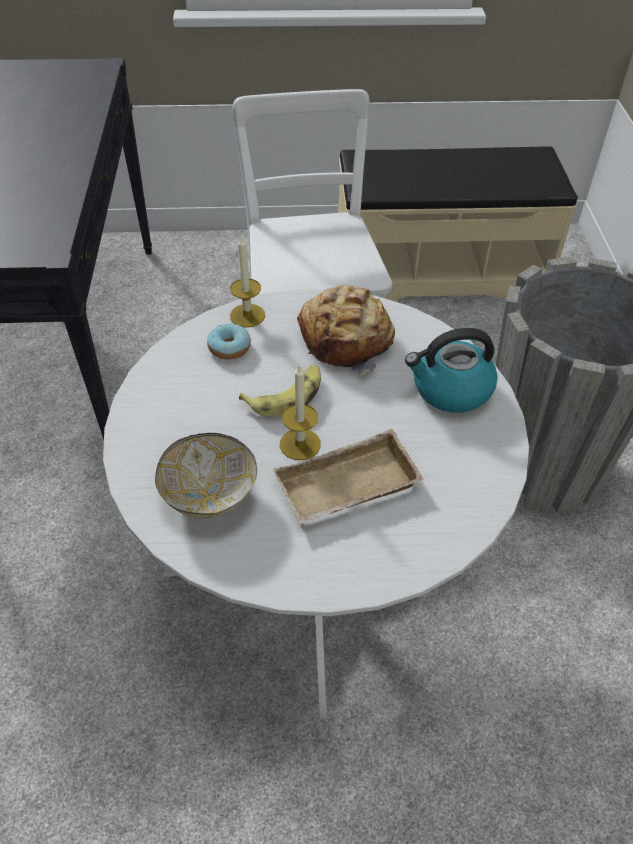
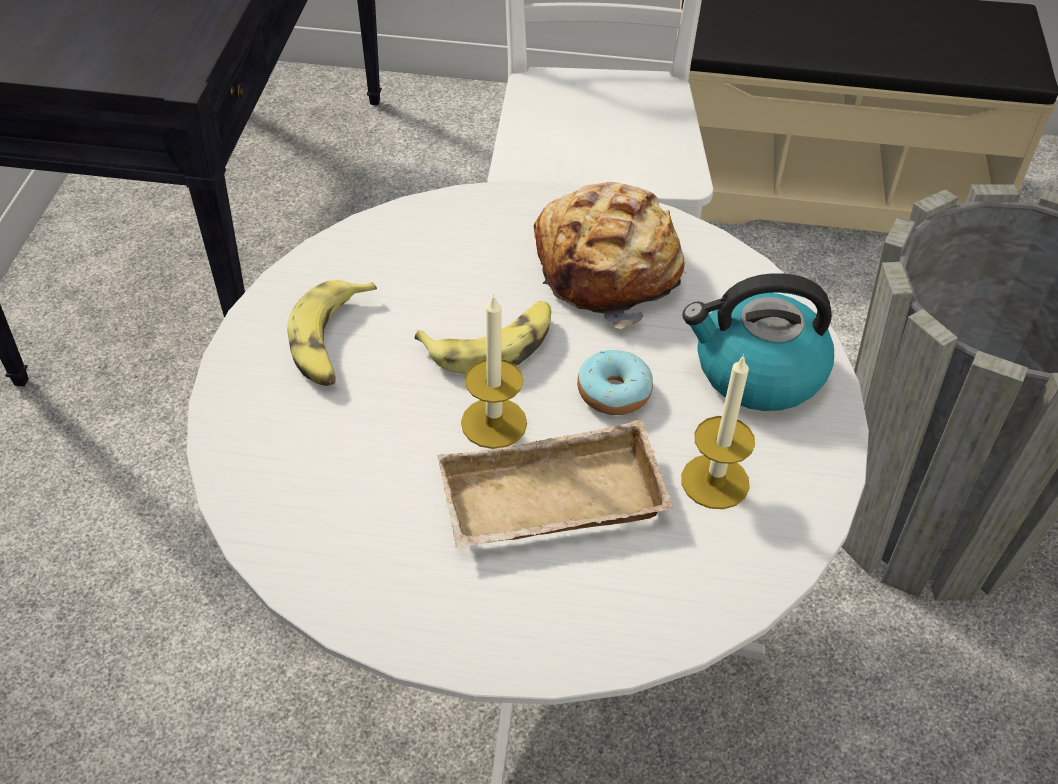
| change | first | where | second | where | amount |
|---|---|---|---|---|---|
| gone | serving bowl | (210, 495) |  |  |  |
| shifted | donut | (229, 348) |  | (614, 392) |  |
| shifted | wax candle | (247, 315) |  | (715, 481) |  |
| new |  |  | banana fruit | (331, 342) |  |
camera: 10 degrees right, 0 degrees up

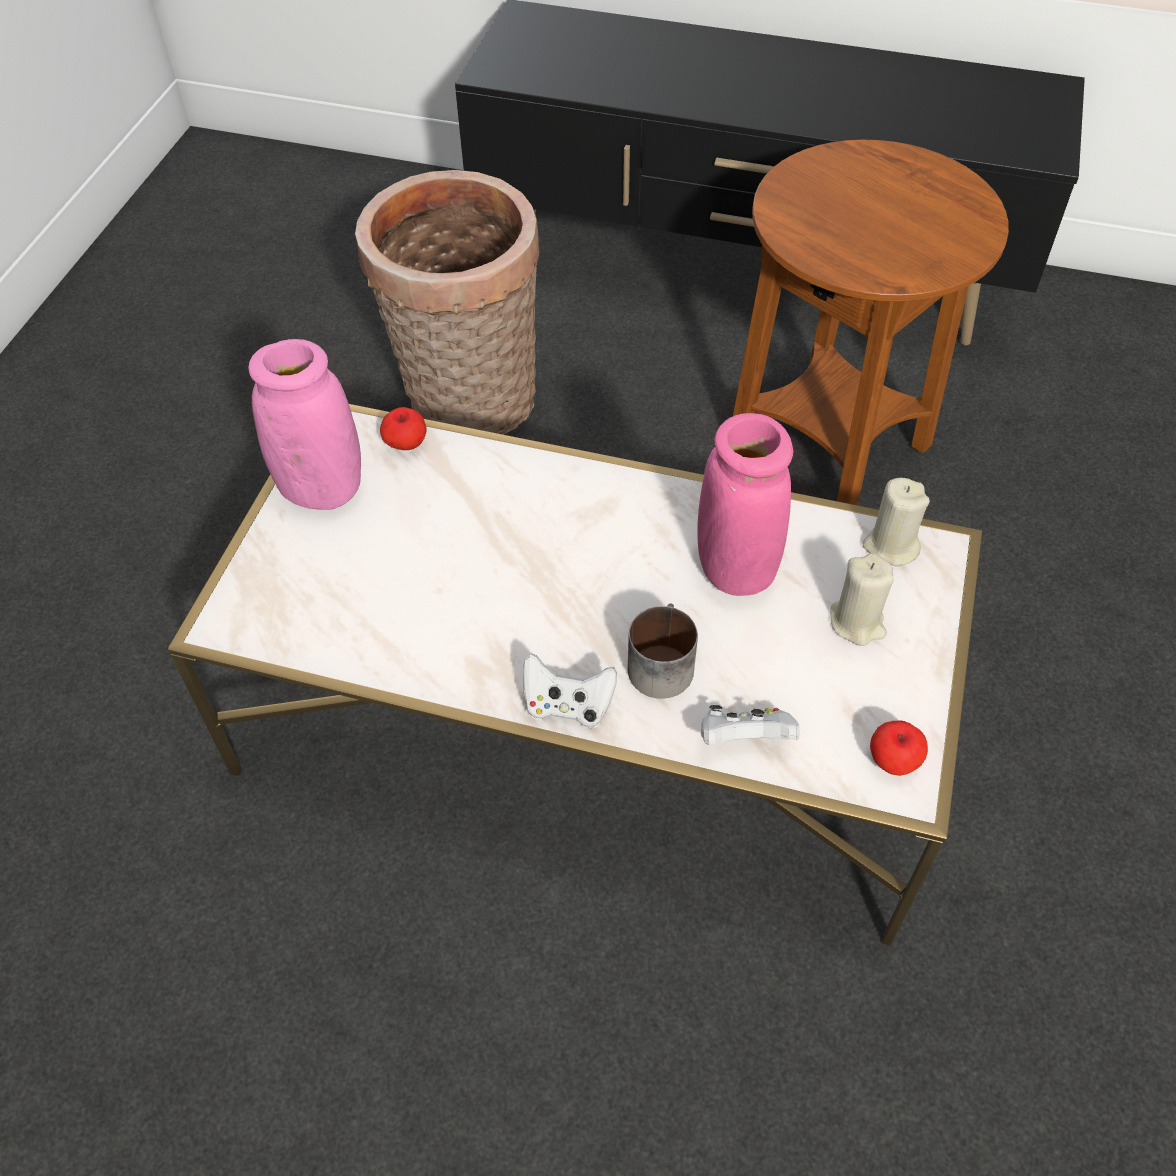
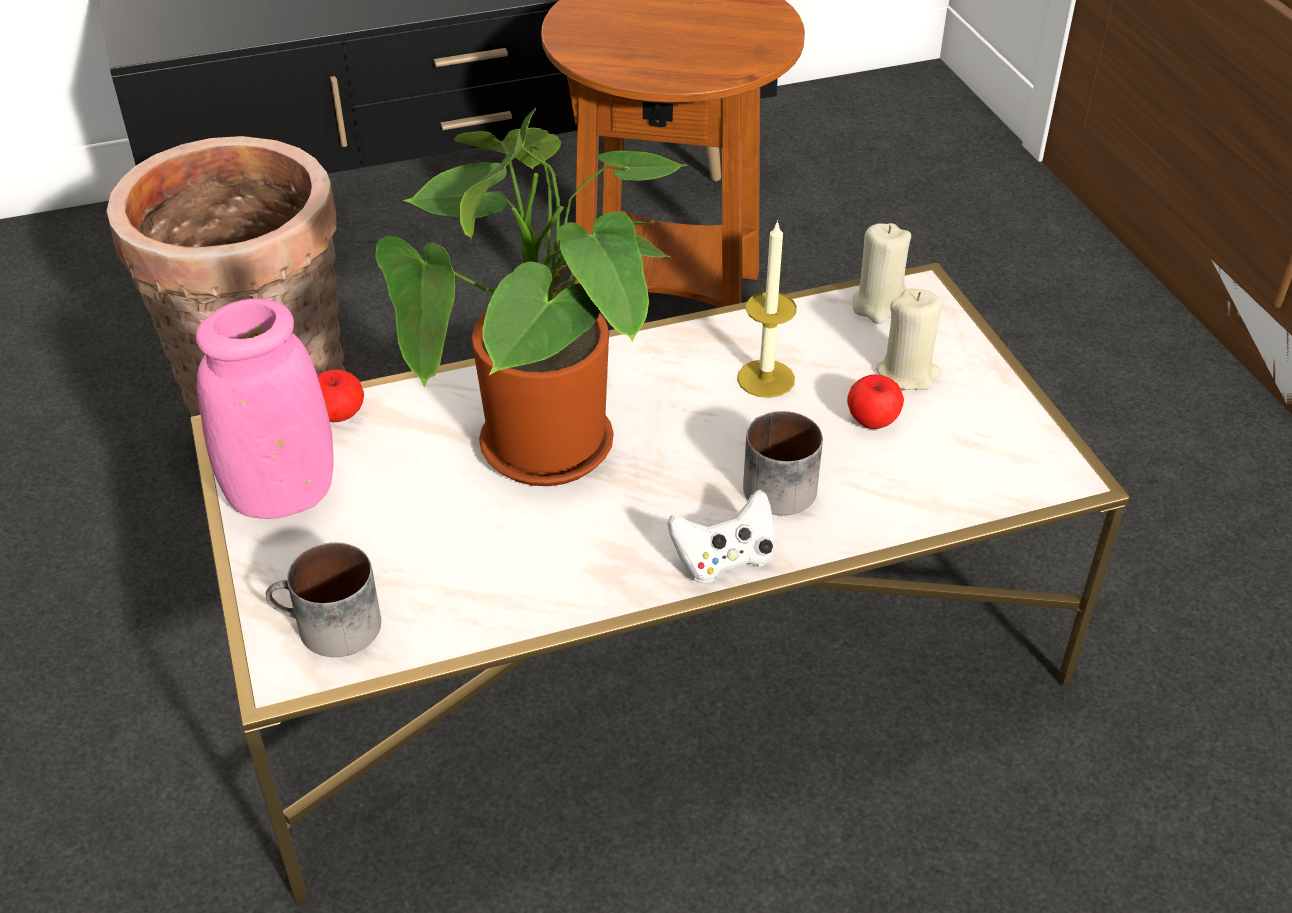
| change | first | where | second | where | amount |
|---|---|---|---|---|---|
| swapped | pink-coloured decorative vase | (736, 568) | wax candle | (766, 378) |  |
| gone | white-coloured joypad | (744, 740) |  |  |  |
| shifted | apple | (893, 760) |  | (873, 421) |  |
| new |  |  | tea mug | (328, 629) |  |
| new |  |  | houseplant | (554, 457) |  |
camera: 35 degrees left, 10 degrees down

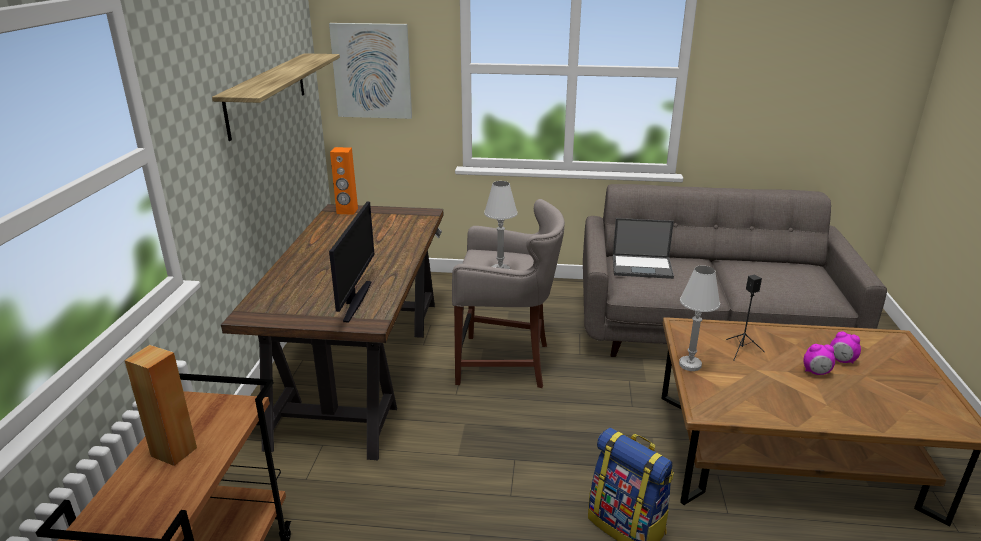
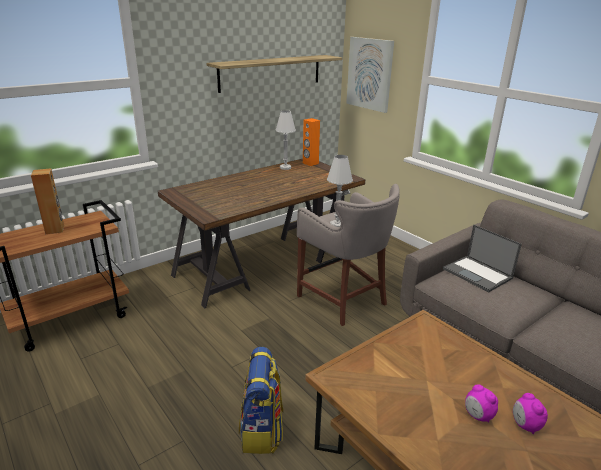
| change | first | where | second | where | amount |
|---|---|---|---|---|---|
| gone | computer display | (355, 301) |  |  |  |
| shifted | white-coloured tabletop lamp | (690, 365) |  | (285, 167) |  |
| gone | black loudspeaker | (741, 350) |  |  |  |
camera: 45 degrees right, 0 degrees up

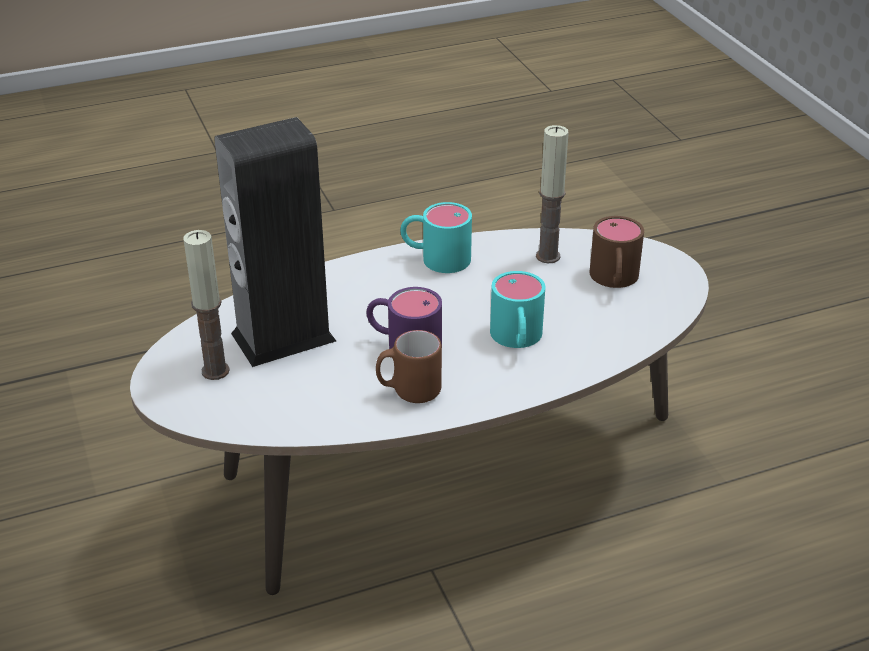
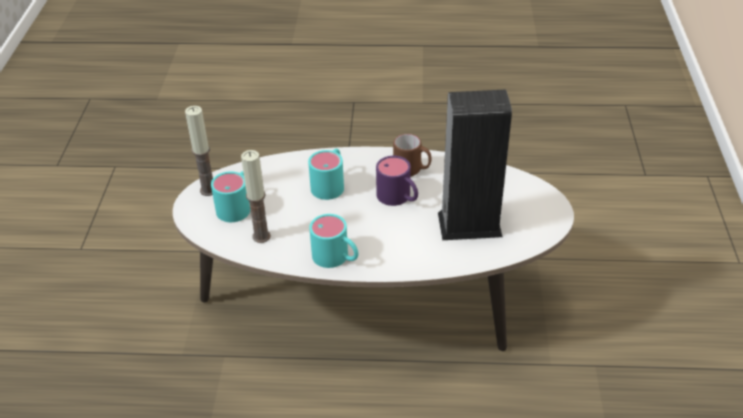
| change | first | where | second | where | amount |
|---|---|---|---|---|---|
| shifted | wax candle | (215, 371) |  | (208, 190) |  |
| repainted | brown tea mug | (614, 280) | turquoise-coloured tea mug | (238, 205) |  |
camera: 155 degrees left, 5 degrees up

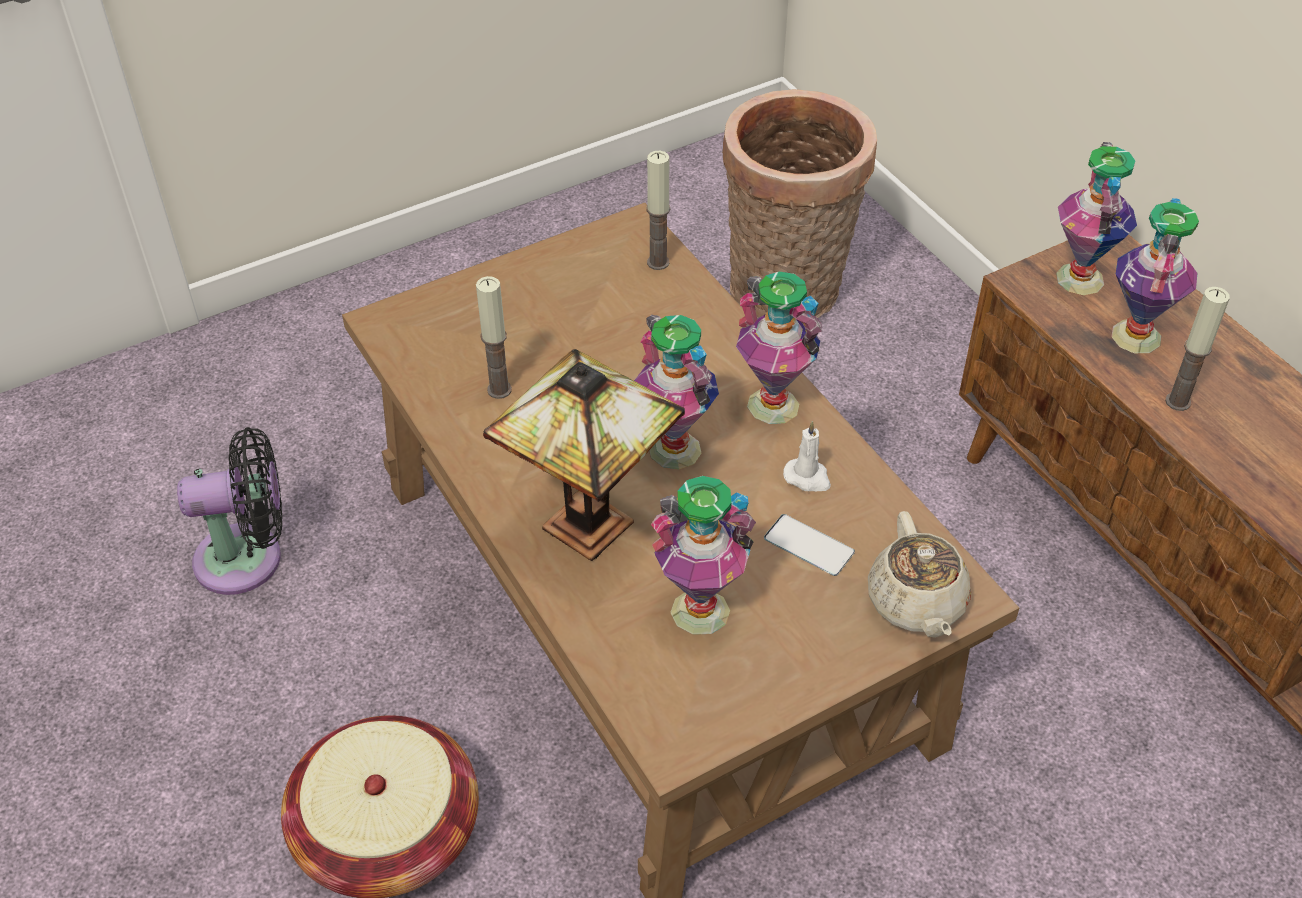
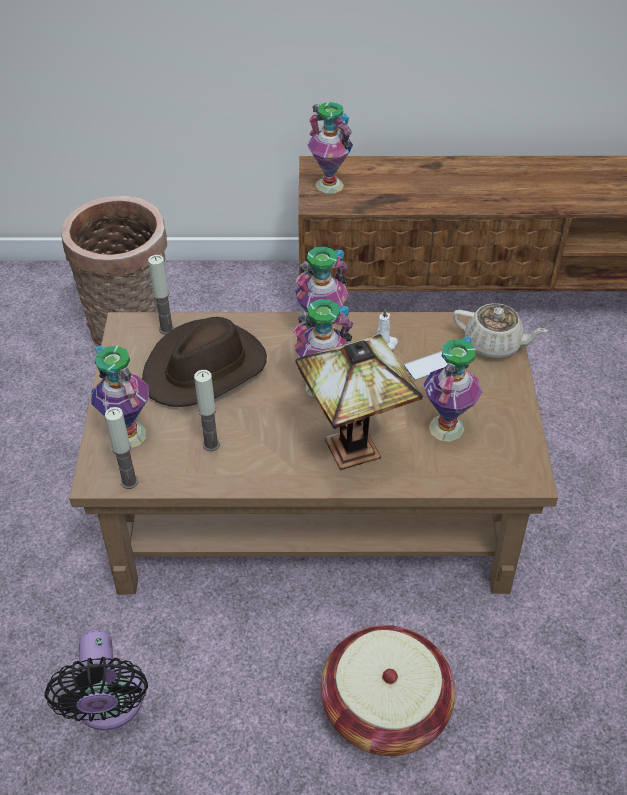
| change | first | where | second | where | amount |
|---|---|---|---|---|---|
| rotated | black fan | (248, 558) |  | (109, 705) | 150 degrees clockwise |
| shifted | decorative vase | (1135, 335) |  | (128, 434) |  |
| shifted | wax candle | (1178, 402) |  | (129, 481) |  |
| new |  |  | brown hat | (205, 368) |  |
camera: 60 degrees left, 0 degrees up

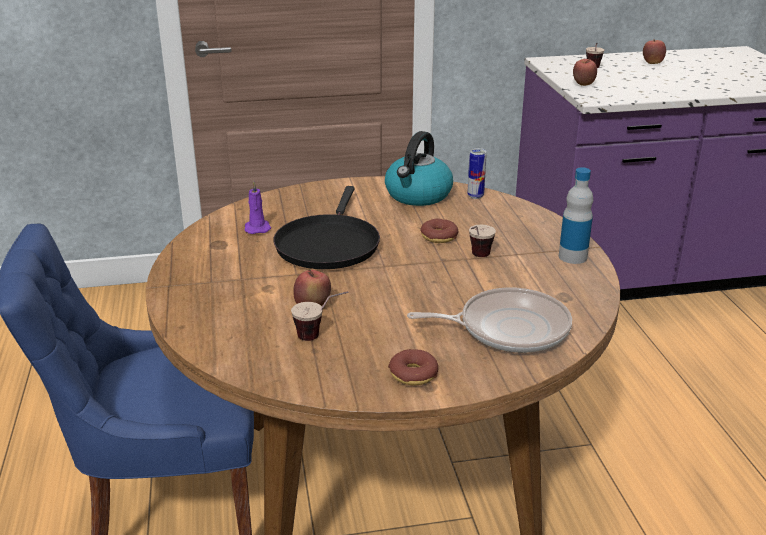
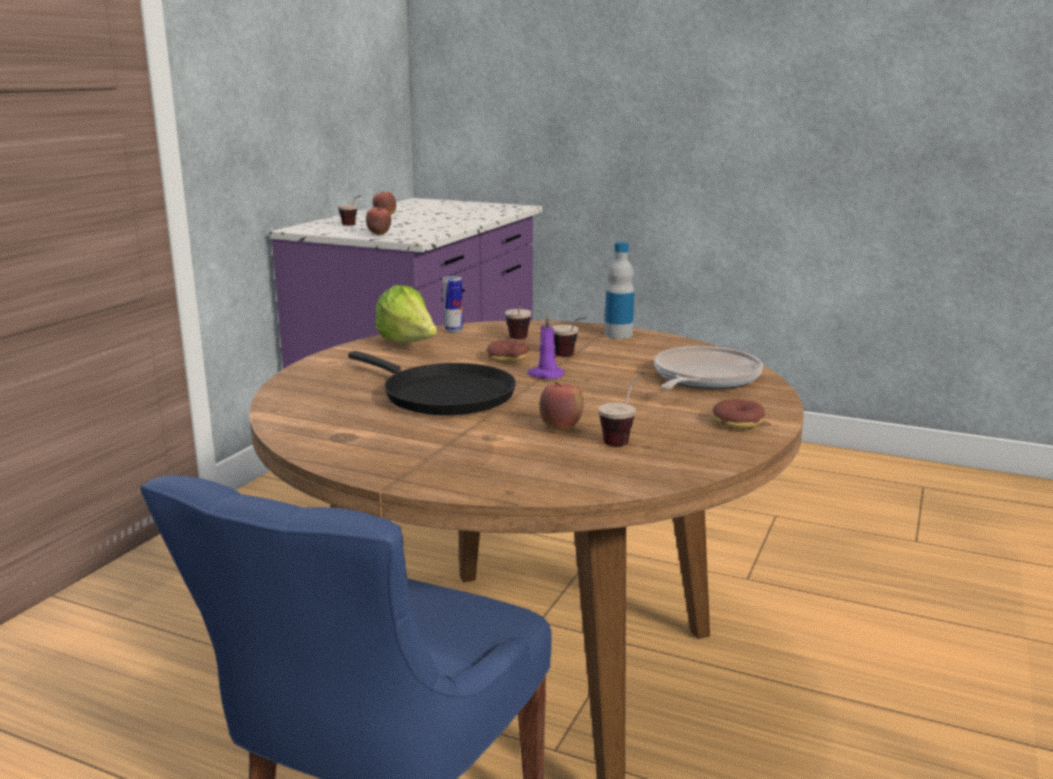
| change | first | where | second | where | amount |
|---|---|---|---|---|---|
| shifted | purplish wax candle | (257, 228) |  | (545, 375) |  |
| swapped | water kettle | (418, 195) | head of lettuce | (409, 345) |  |
| new |  |  | cup | (518, 340) |  |
camera: 55 degrees left, 10 degrees down

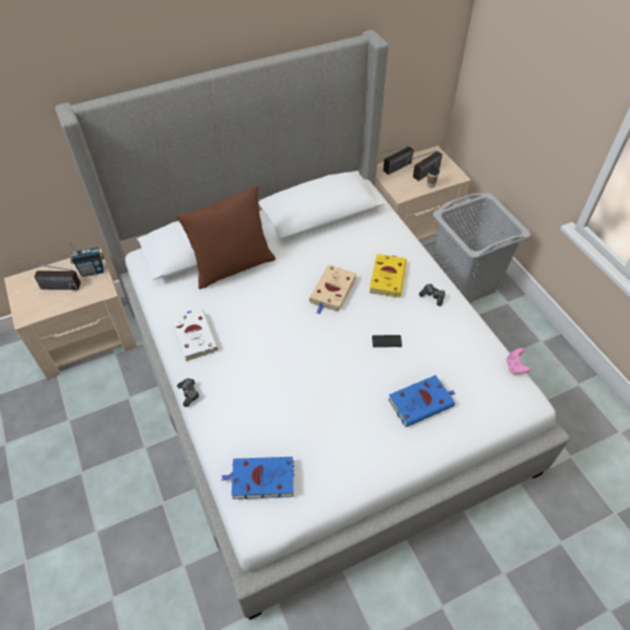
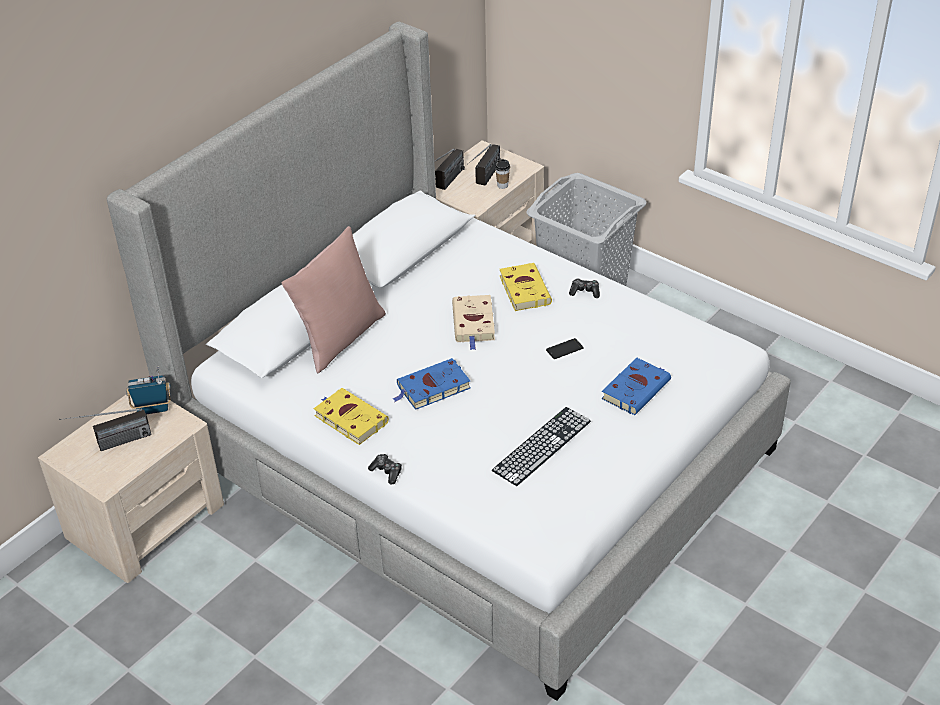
| change | first | where | second | where | amount |
|---|---|---|---|---|---|
| rotated | radio receiver | (92, 271) |  | (153, 409) | 150 degrees counterclockwise |
| repainted | white-coloured bound book | (194, 336) | yellowish bound book | (349, 418) |  |
| repainted | brown cushion | (232, 266) | pink-coloured cushion | (340, 338) |  |
| shifted | blue-coloured bound book | (261, 480) |  | (432, 388) |  |
| gone | pink-coloured joypad | (515, 367) |  |  |  |
| new |  |  | keyboard | (542, 445) |  |
camera: 25 degrees left, 10 degrees down

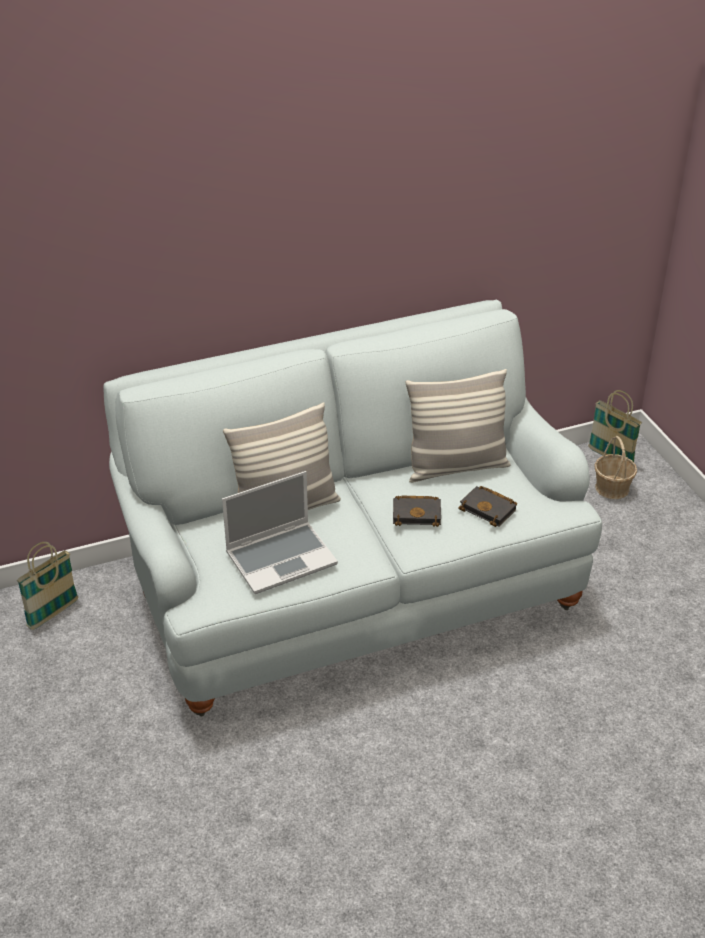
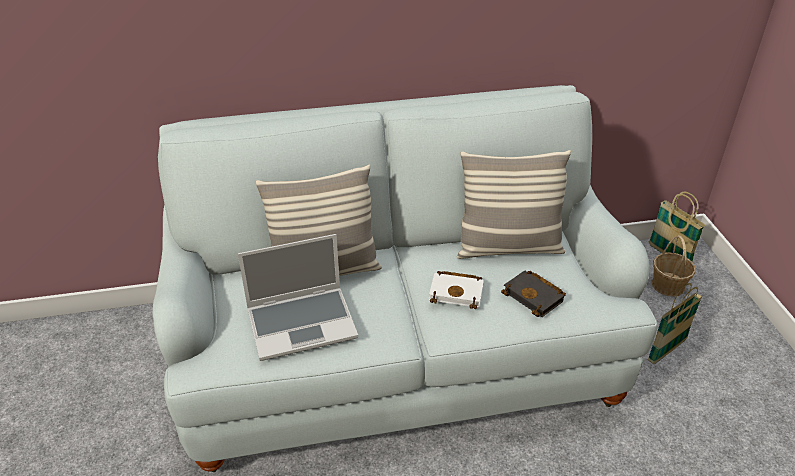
| change | first | where | second | where | amount |
|---|---|---|---|---|---|
| shifted | basket | (53, 614) |  | (667, 350) |  |
| repainted | black bound book | (418, 513) | white-coloured bound book | (458, 292) |  |
camera: 10 degrees right, 0 degrees up

